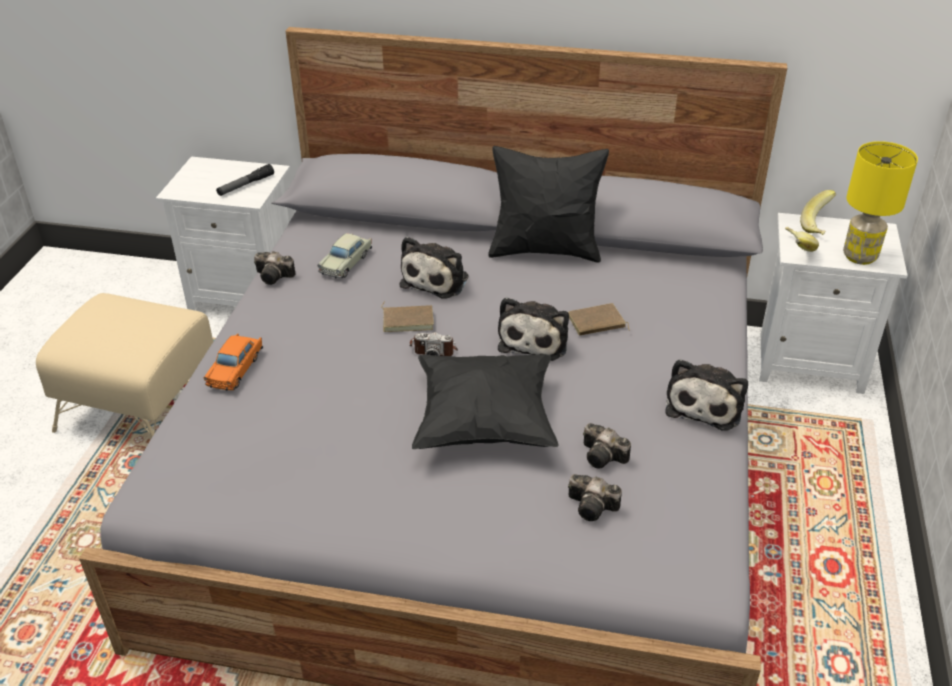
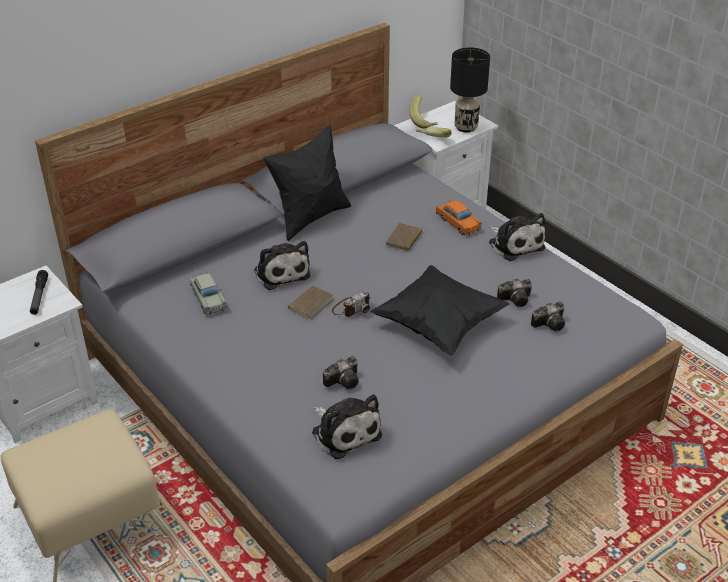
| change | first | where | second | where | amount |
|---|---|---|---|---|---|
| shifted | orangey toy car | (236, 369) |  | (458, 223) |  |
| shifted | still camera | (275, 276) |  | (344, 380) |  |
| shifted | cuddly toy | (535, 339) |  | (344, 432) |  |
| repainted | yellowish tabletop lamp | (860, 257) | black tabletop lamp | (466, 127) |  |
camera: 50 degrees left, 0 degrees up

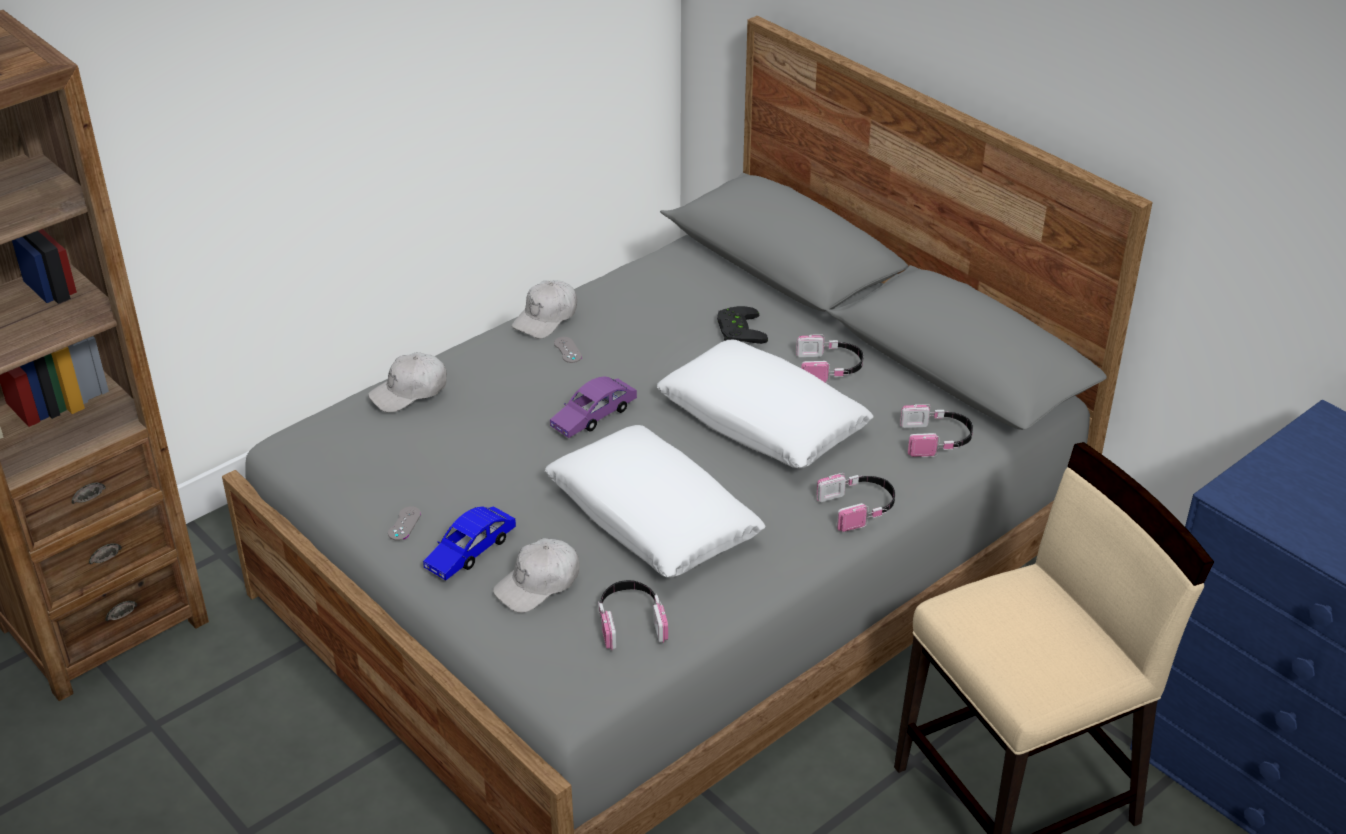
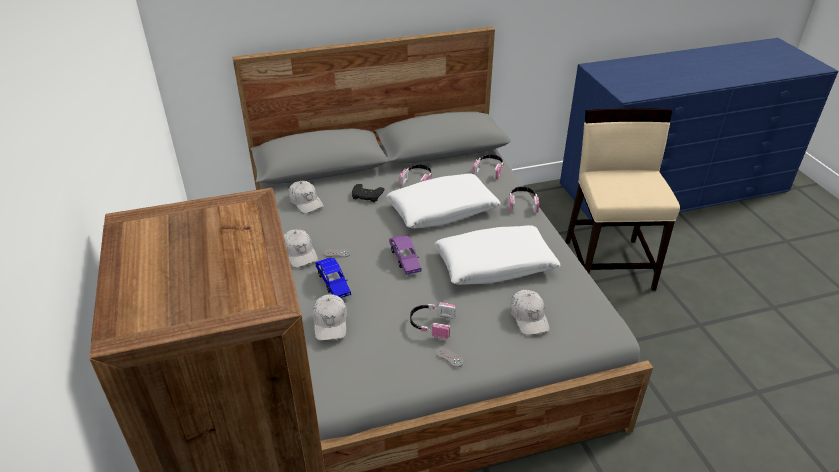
| change | first | where | second | where | amount |
|---|---|---|---|---|---|
| shifted | blue-coloured toy car | (471, 552) |  | (333, 283) |  |
| shifted | headphones | (630, 621) |  | (431, 324) |  |
| new |  |  | white-coloured cap | (305, 201) |  |
camera: 65 degrees left, 0 degrees up

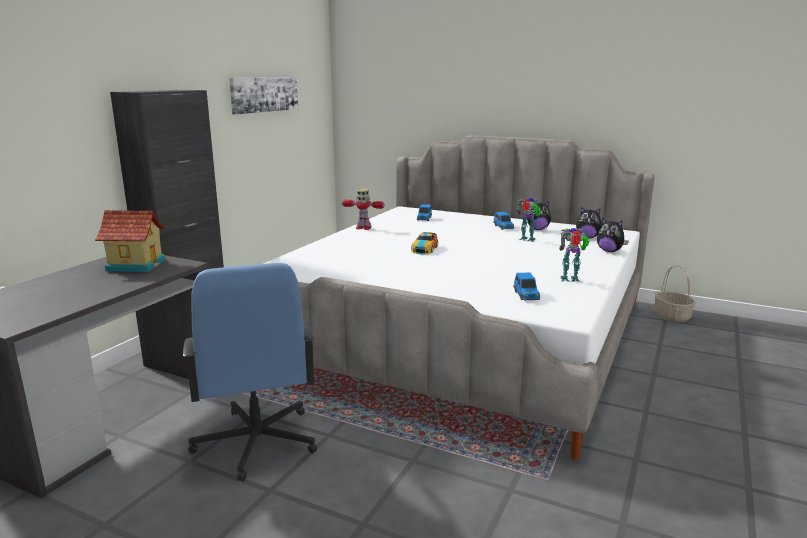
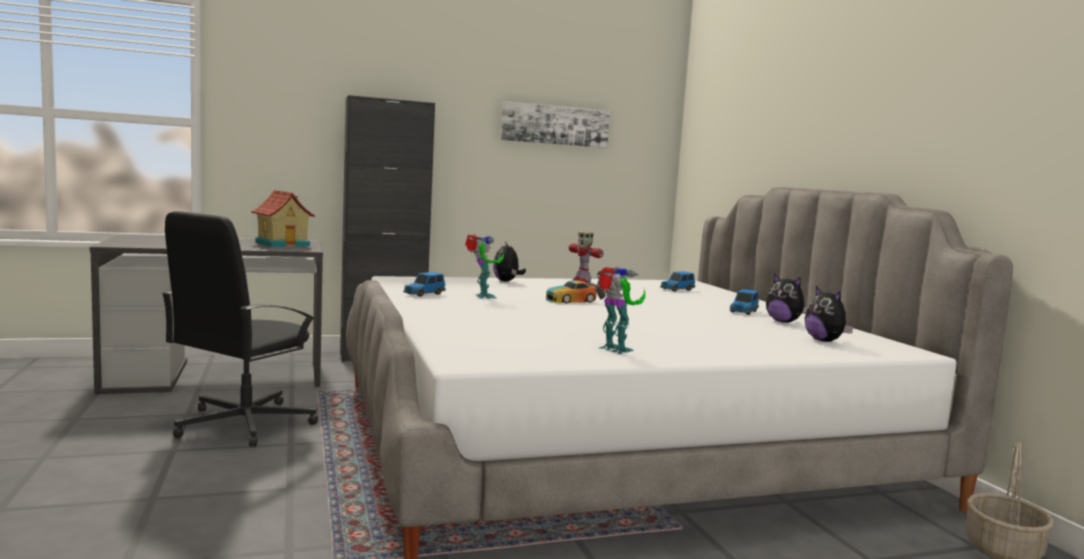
| change | first | where | second | where | amount |
|---|---|---|---|---|---|
| repainted | blue-coloured computer chair | (256, 442) | black computer chair | (243, 424) |  |
| shifted | toy car | (526, 296) |  | (423, 294) |  |
| shifted | toy robot | (527, 240) |  | (482, 296) |  |
| shifted | cuddly toy | (609, 251) |  | (507, 281) |  |
camera: 45 degrees right, 10 degrees down

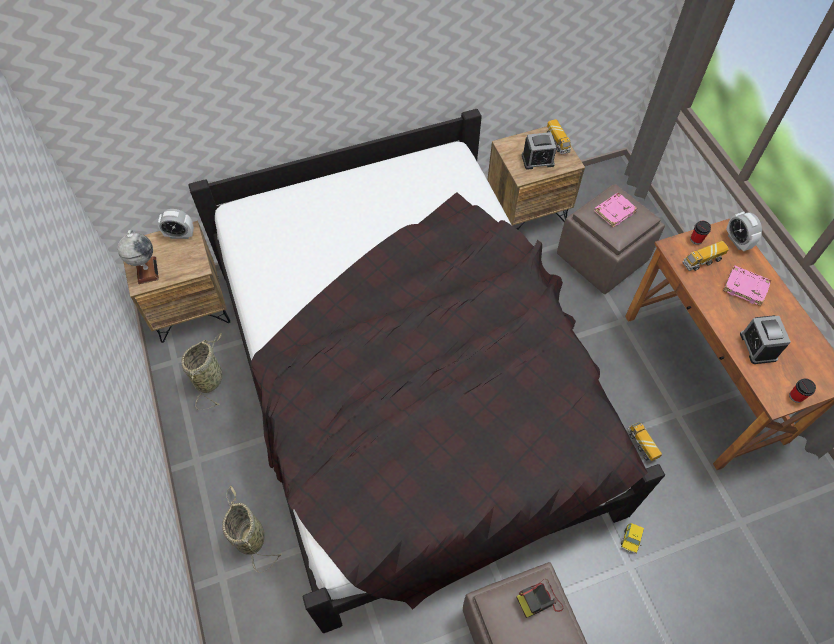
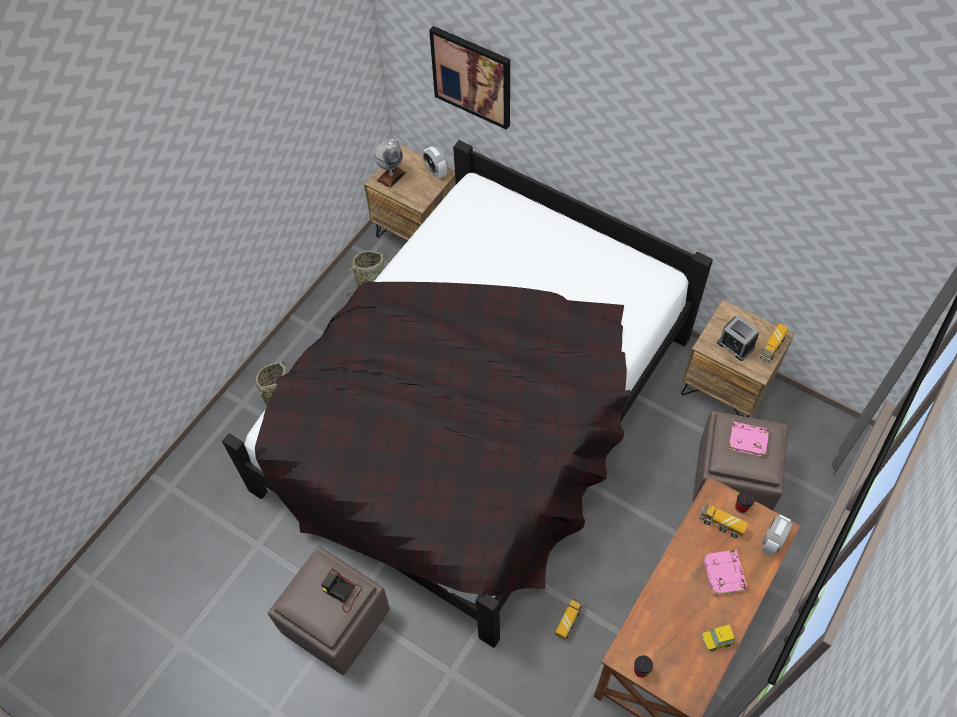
| change | first | where | second | where | amount |
|---|---|---|---|---|---|
| shifted | toy car | (630, 540) |  | (717, 640) |  |
| gone | bedside clock | (758, 346) |  |  |  |
| new |  |  | picture | (472, 76) |  |
camera: 55 degrees right, 0 degrees up

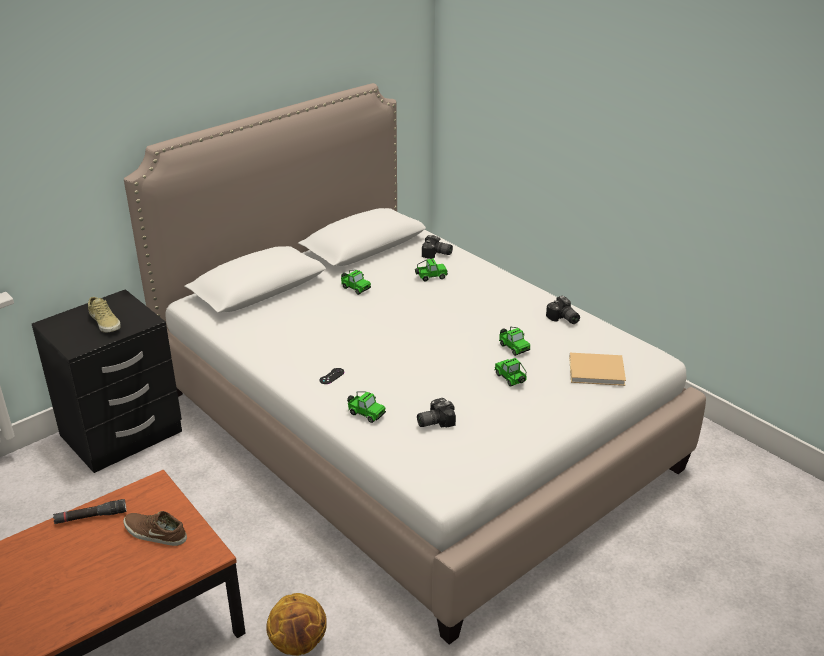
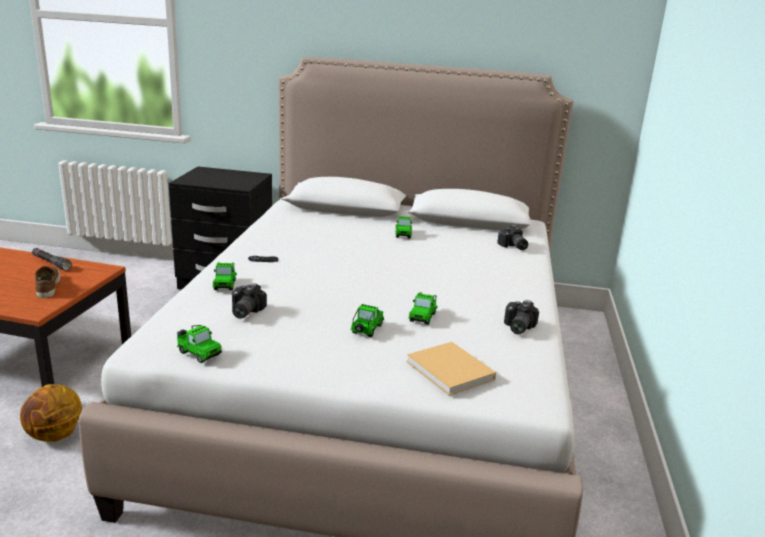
| change | first | where | second | where | amount |
|---|---|---|---|---|---|
| gone | sand-coloured low shoe | (106, 322) |  |  |  |
| shifted | toy car | (430, 277) |  | (198, 353) |  |
| rotated | still camera | (434, 421) |  | (244, 311) | 105 degrees counterclockwise |
camera: 50 degrees right, 10 degrees down

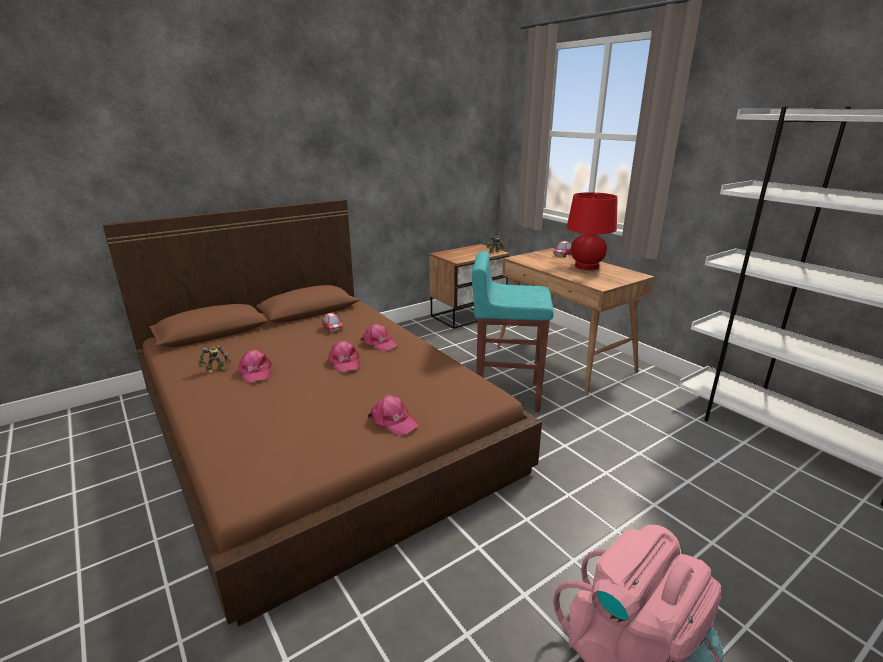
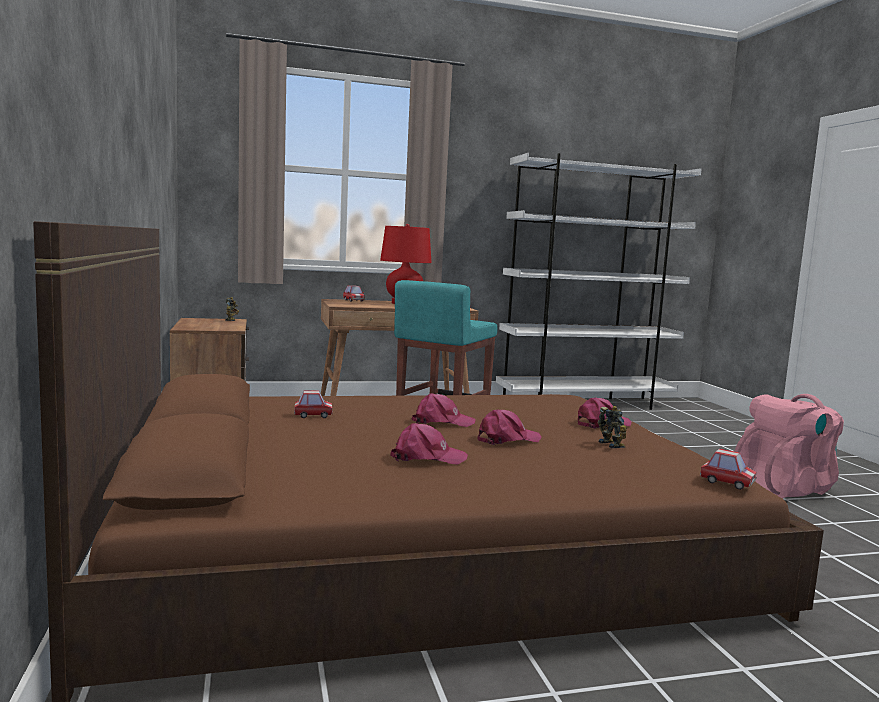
| change | first | where | second | where | amount |
|---|---|---|---|---|---|
| shifted | toy robot | (217, 370) |  | (612, 444) |  |
| shifted | pink-coloured cap | (379, 343) |  | (507, 439) |  |
| new |  |  | toy car | (727, 482) |  |
camera: 70 degrees left, 15 degrees down

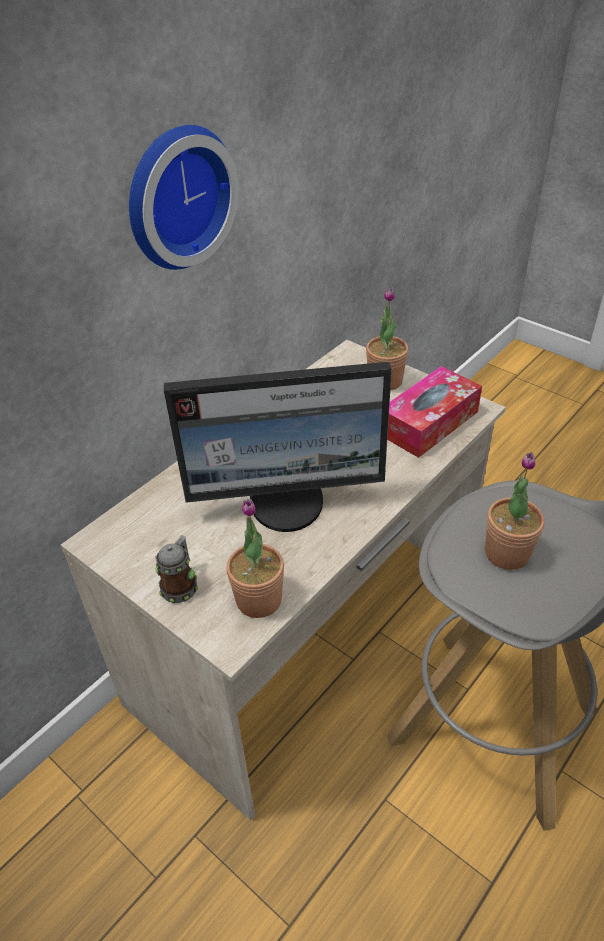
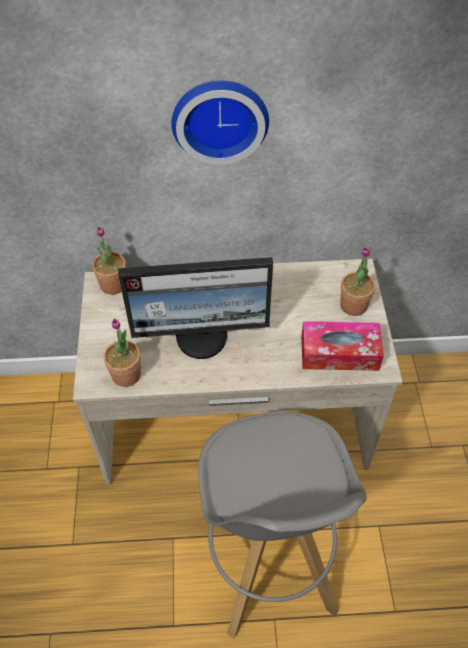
| change | first | where | second | where | amount |
|---|---|---|---|---|---|
| gone | tea mug | (180, 584) |  |  |  |
| rotated | computer display | (288, 503) |  | (202, 336) | 45 degrees counterclockwise |
| shifted | houseplant | (507, 553) |  | (113, 285) |  |
camera: 45 degrees right, 10 degrees up

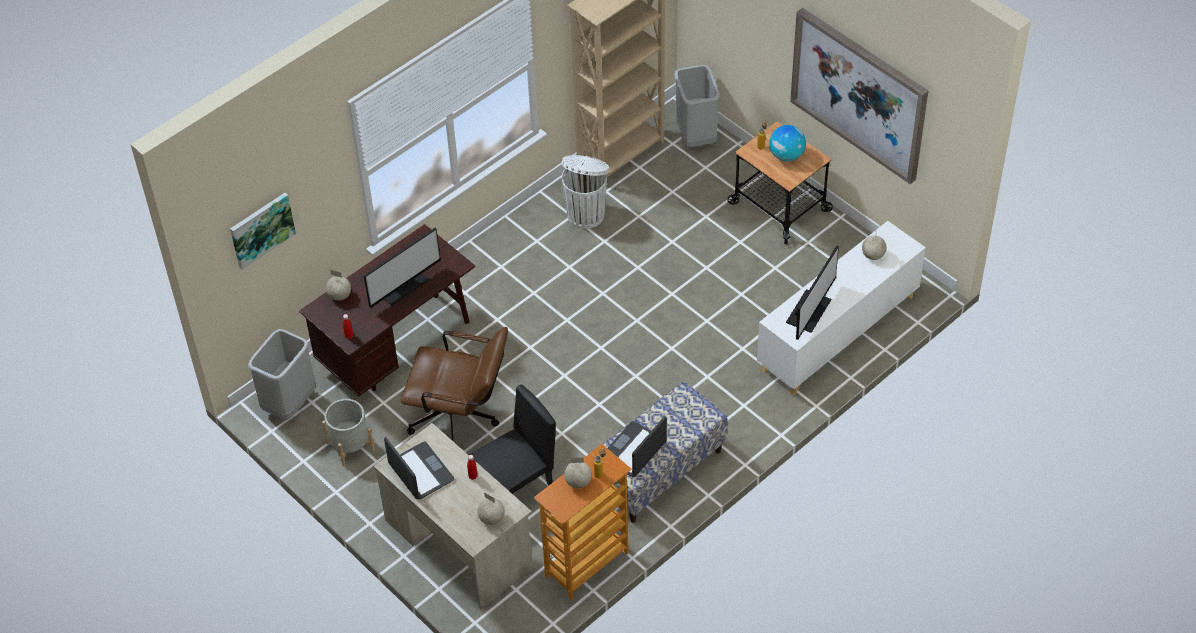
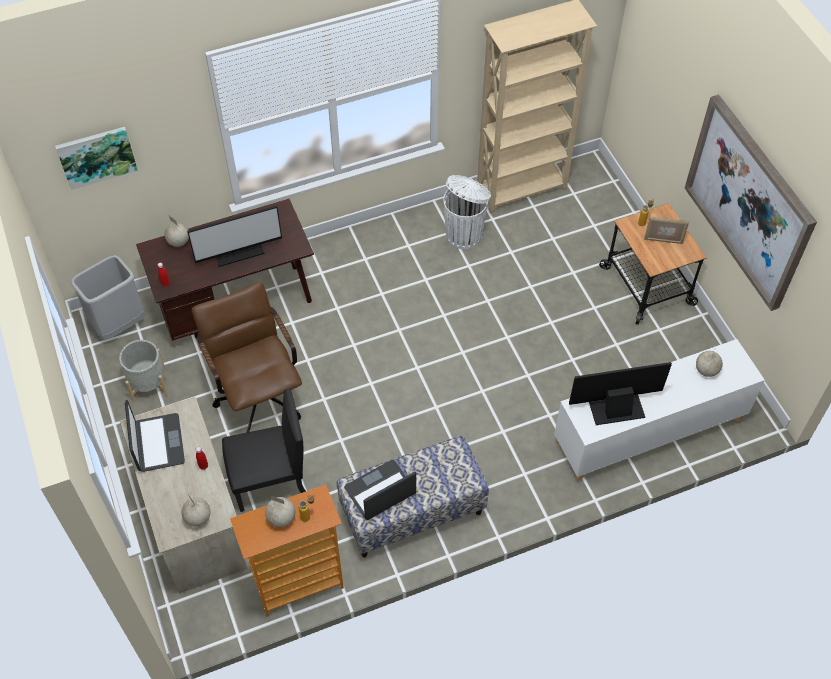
| change | first | where | second | where | amount |
|---|---|---|---|---|---|
| rotated | brown computer chair | (461, 420) |  | (257, 393) | 150 degrees counterclockwise |
| gone | greyish rubbish bin | (696, 136) |  |  |  |
| swapped | world globe | (786, 155) | standing frame | (663, 240) |  |
| rotated | computer display | (809, 311) |  | (616, 408) | 150 degrees counterclockwise |
camera: 20 degrees right, 5 degrees up

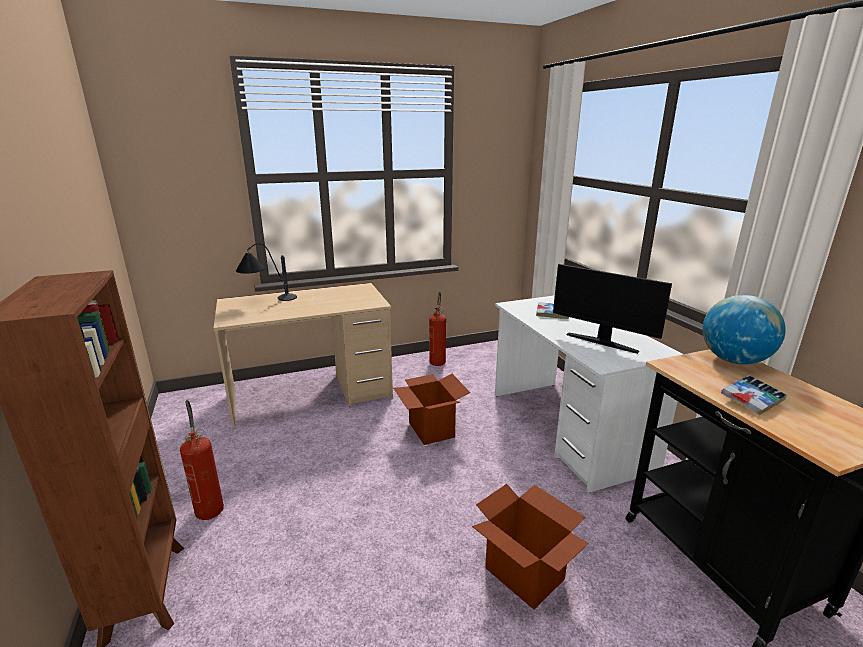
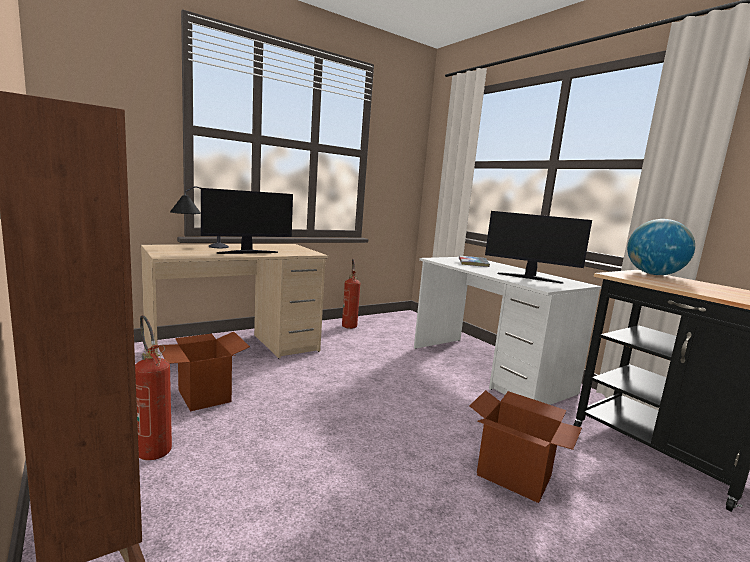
| change | first | where | second | where | amount |
|---|---|---|---|---|---|
| shifted | packing box | (431, 429) |  | (204, 395) |  |
| gone | bound book | (752, 399) |  |  |  |
| new |  |  | computer display | (247, 252) |  |
camera: 15 degrees left, 10 degrees down

